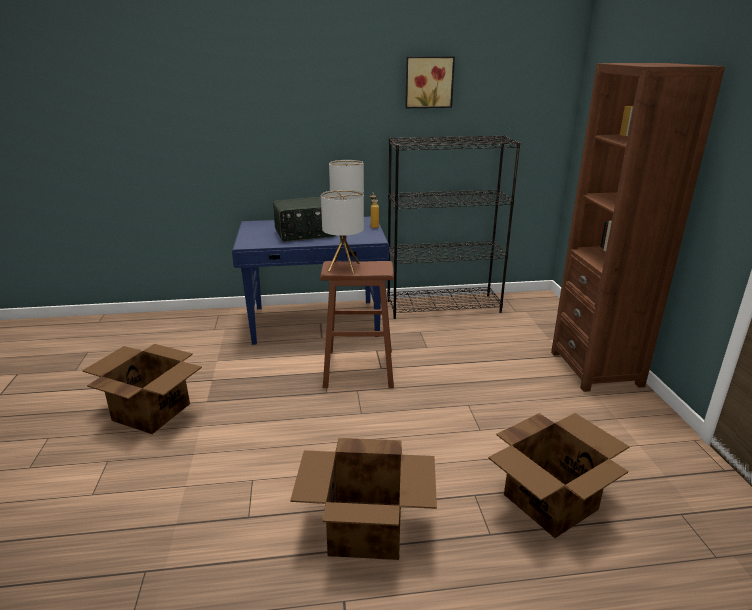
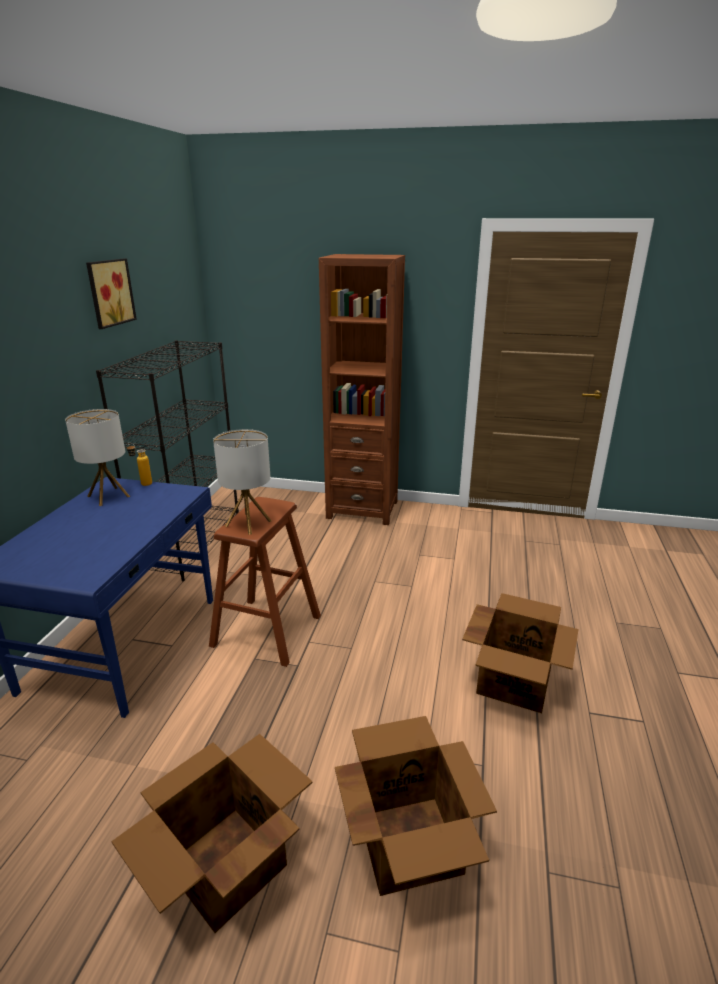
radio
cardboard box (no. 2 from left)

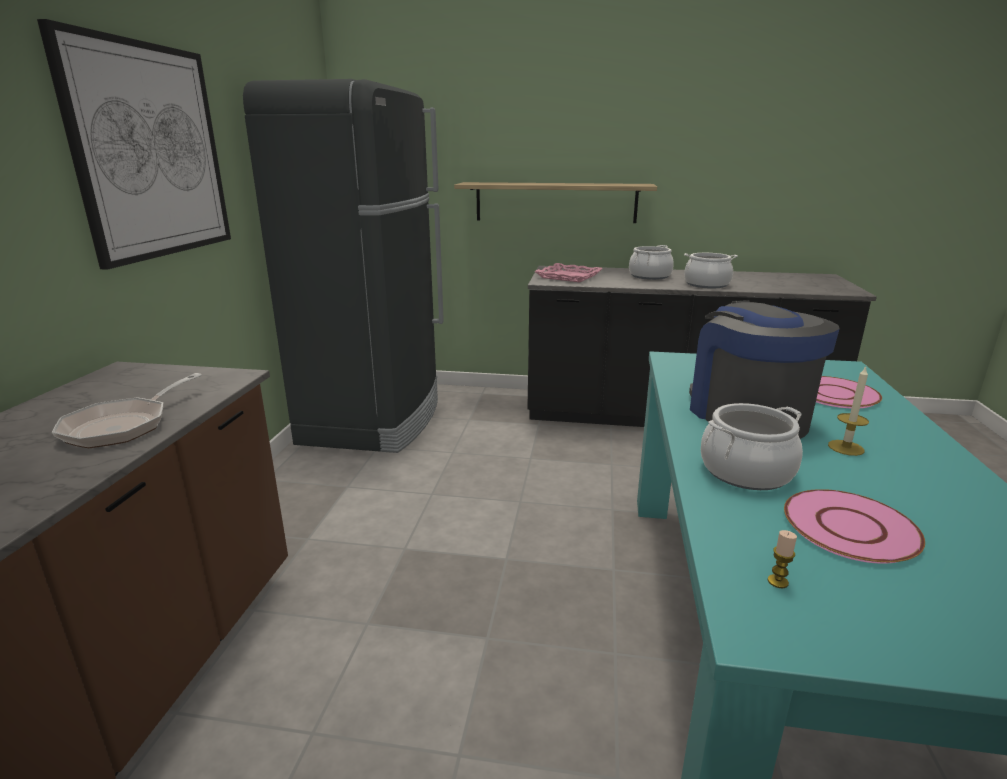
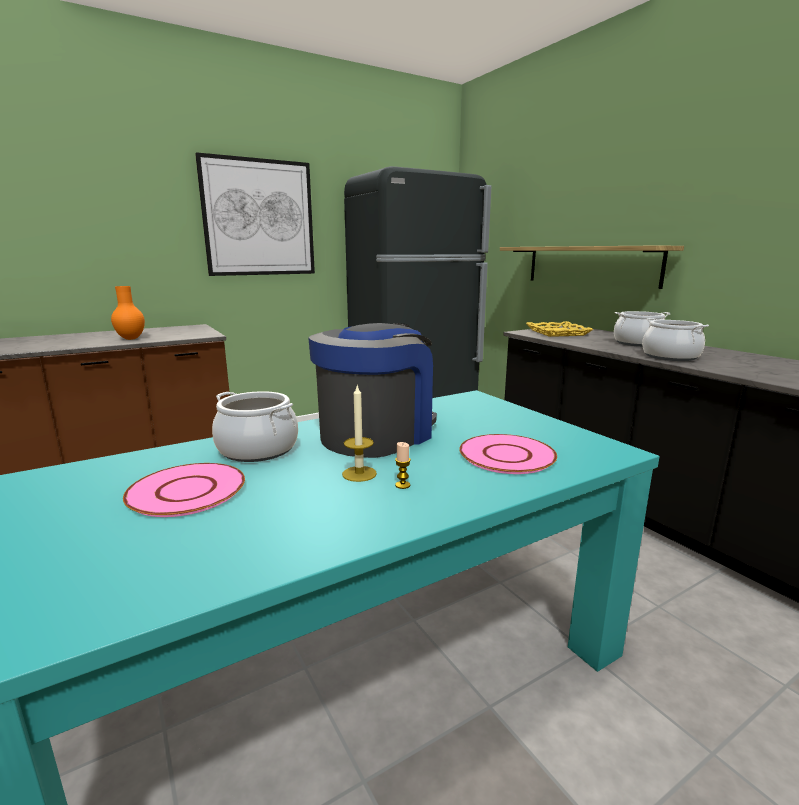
vase (orange)
tray (yellow)
candle (no. 2 from left)

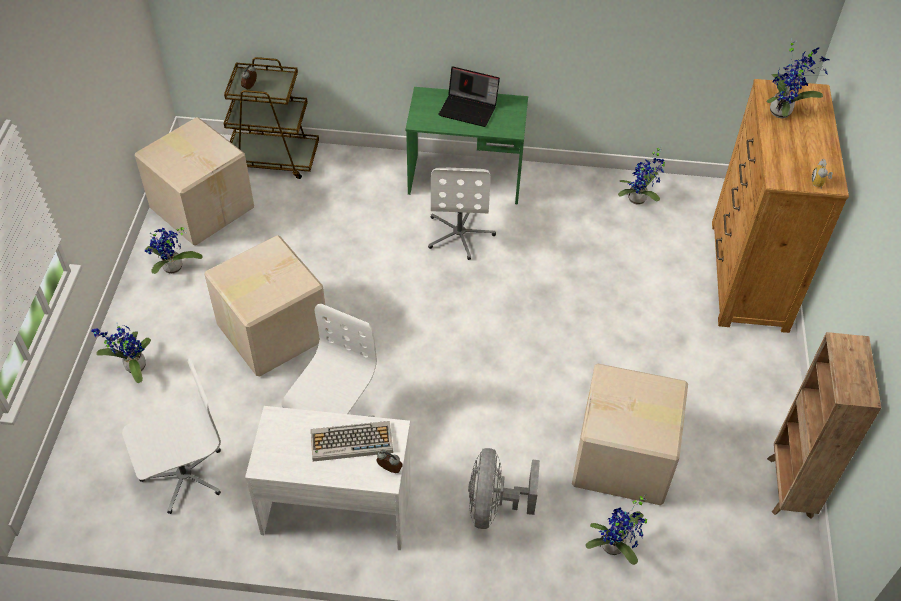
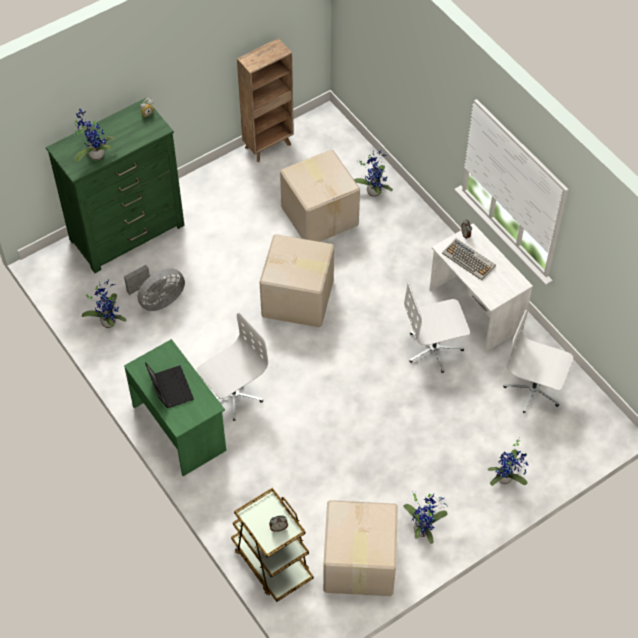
cardboard box (no. 1 from left)
fan (grey)
dresser (green)

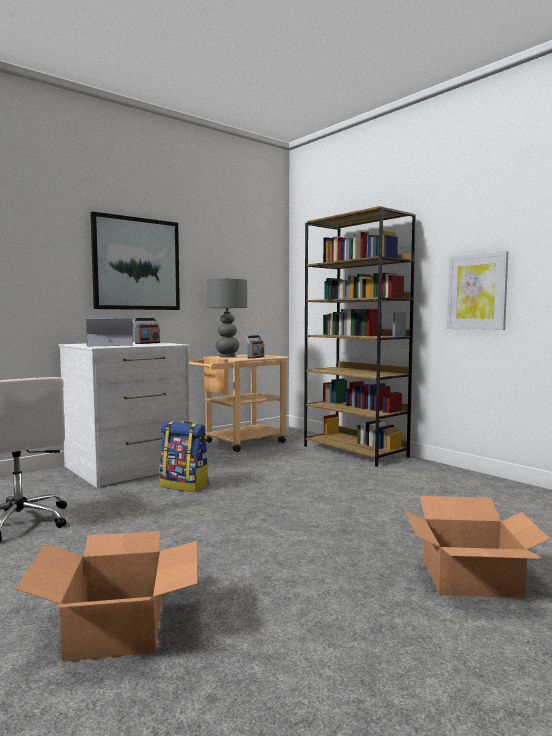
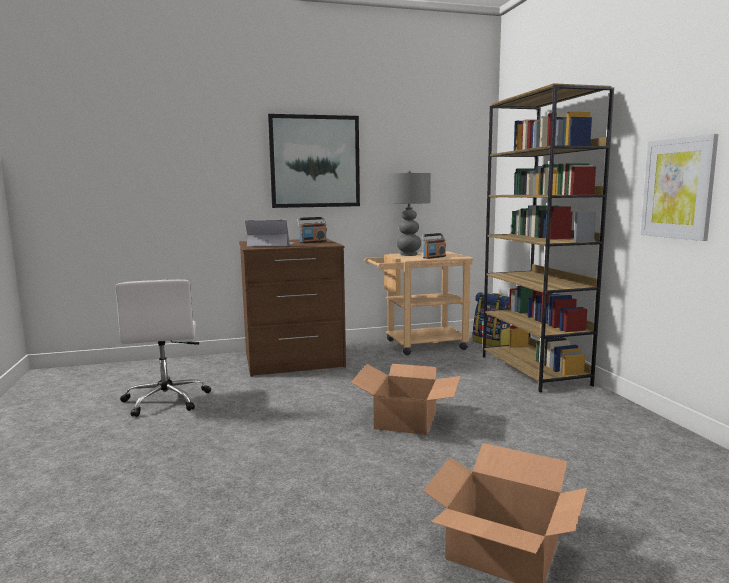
cardboard box (no. 1 from left)
dresser (brown)
backpack

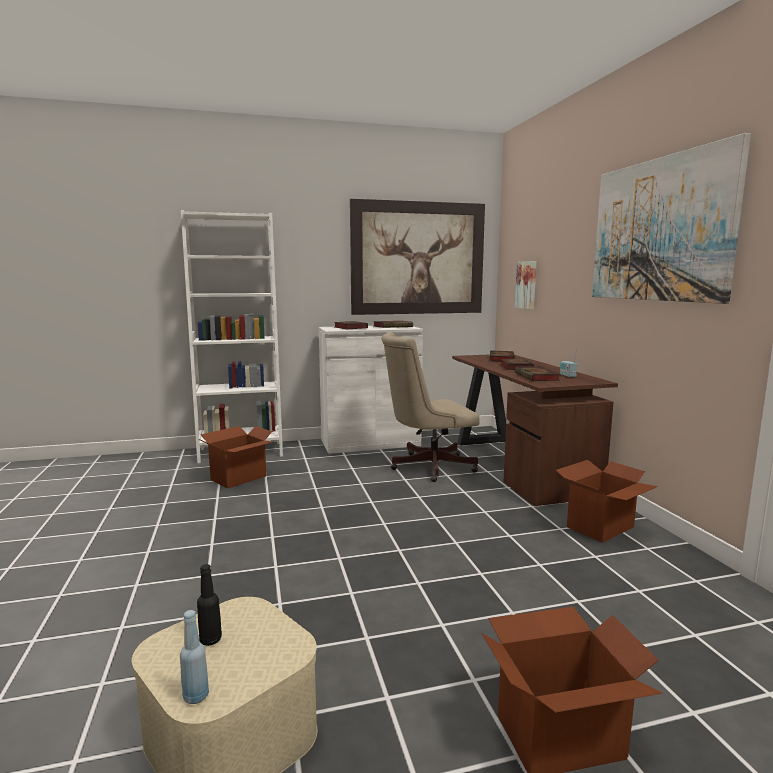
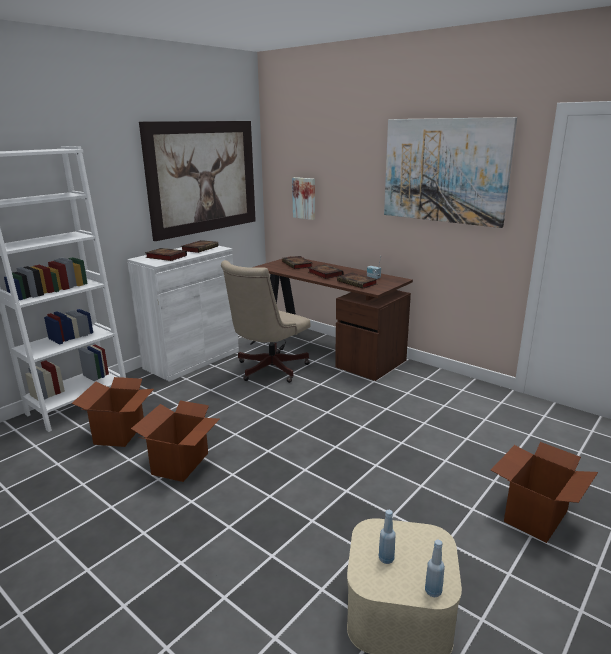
bottle (blue) (no. 1 from left)
cardboard box (no. 2 from left)

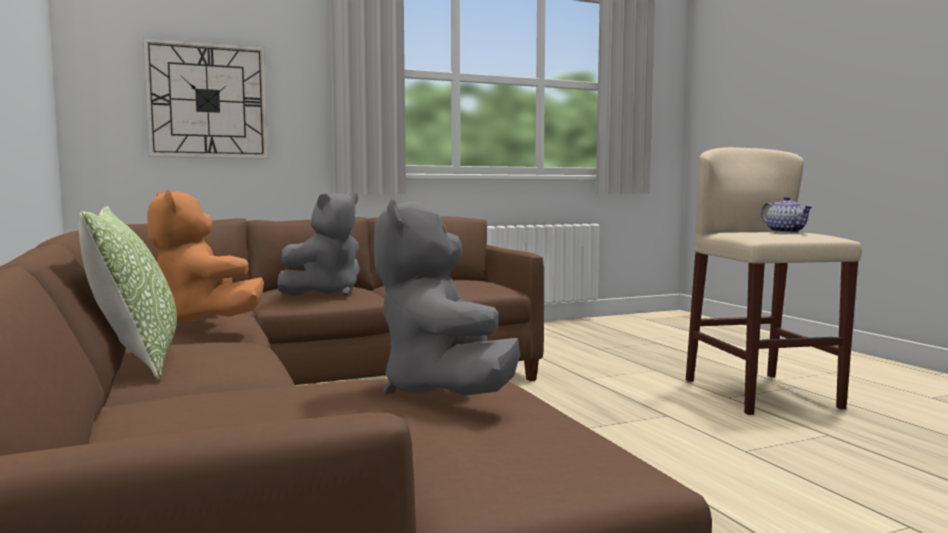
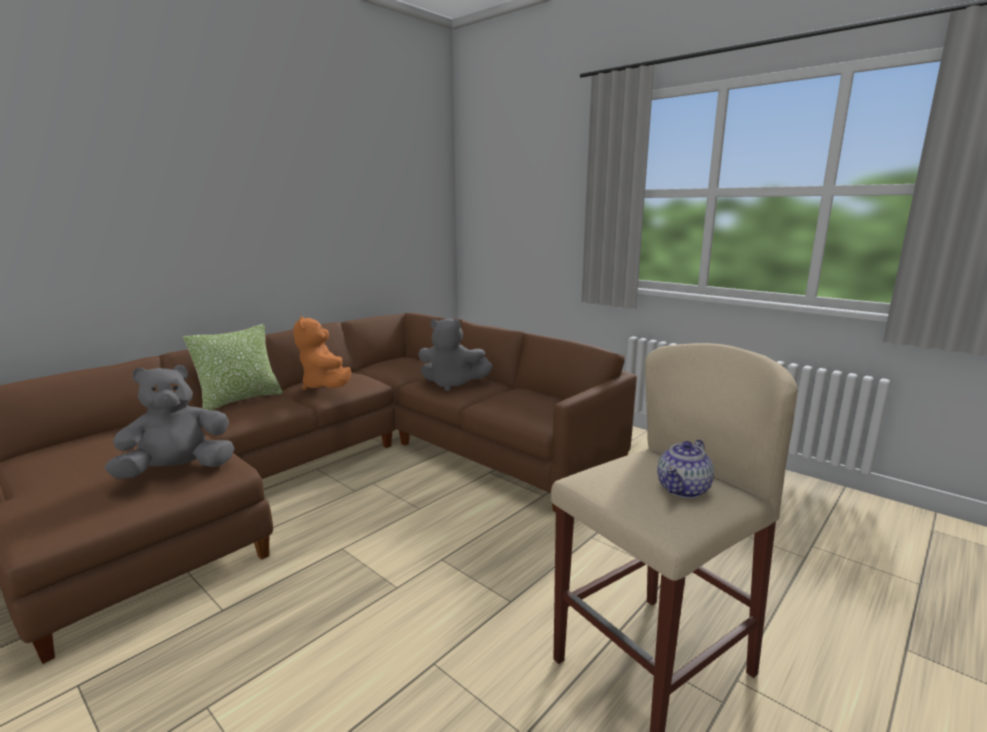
wall clock
plush toy (orange)

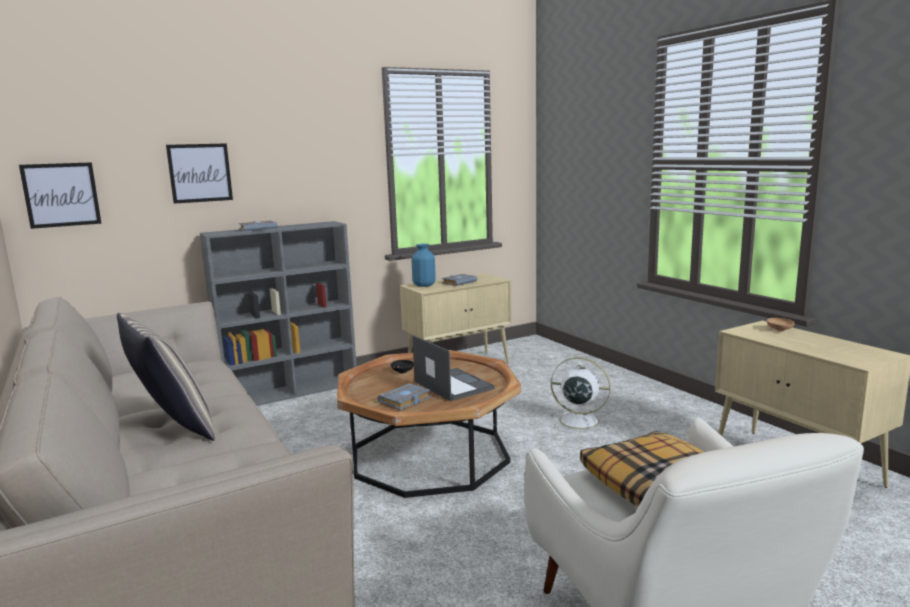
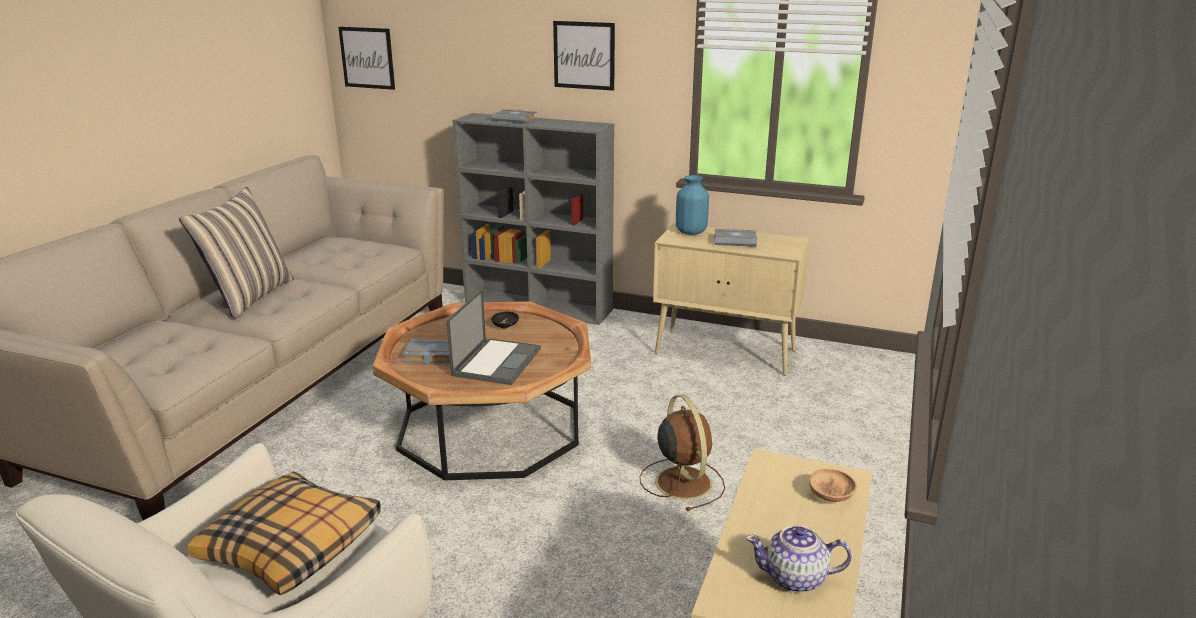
picture (no. 2 from left)
fan (brown)
teapot

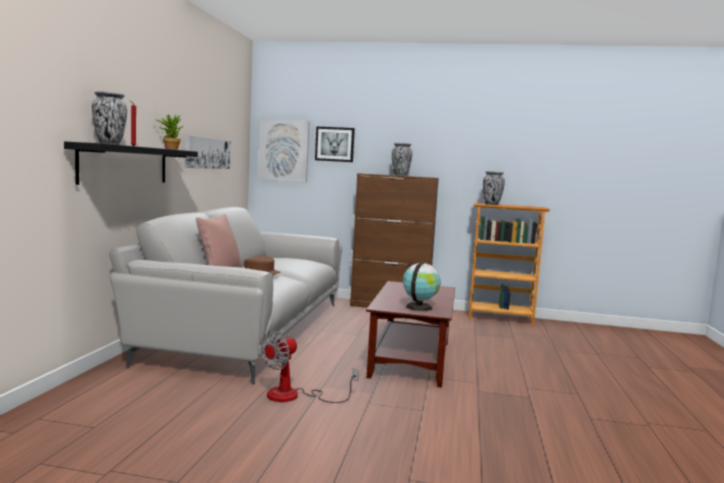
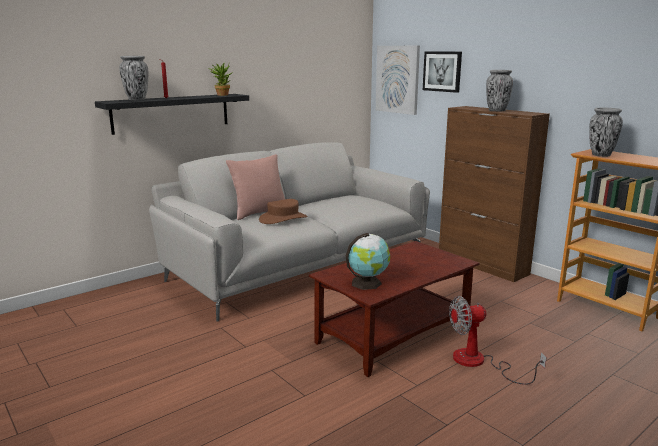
picture (no. 1 from left in the first image)
fan

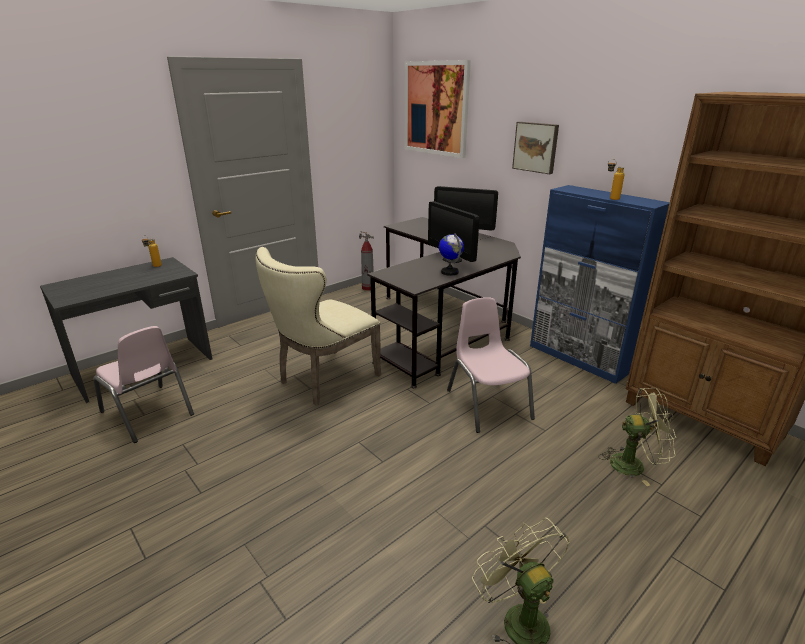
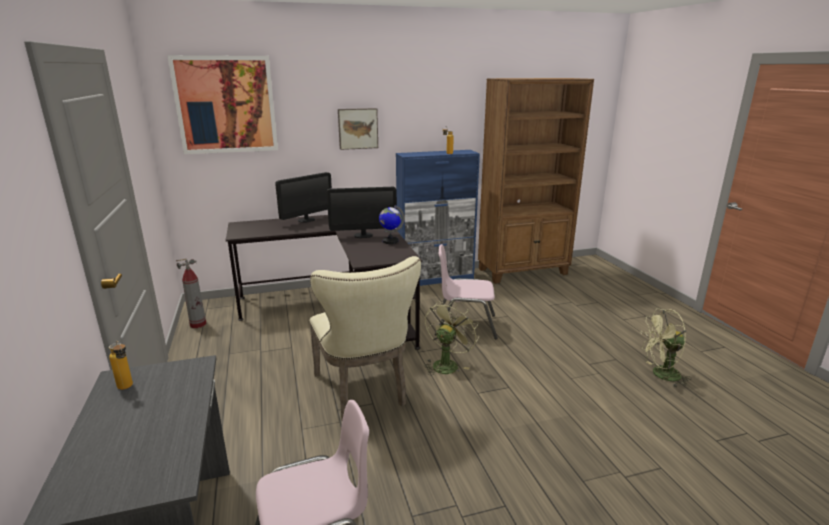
fan (green) (no. 1 from left)

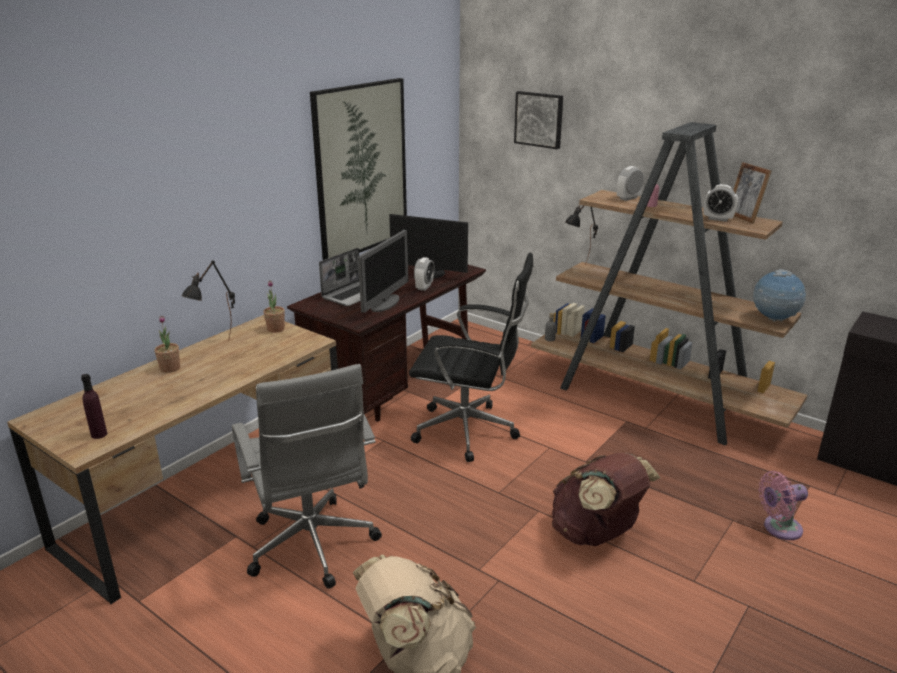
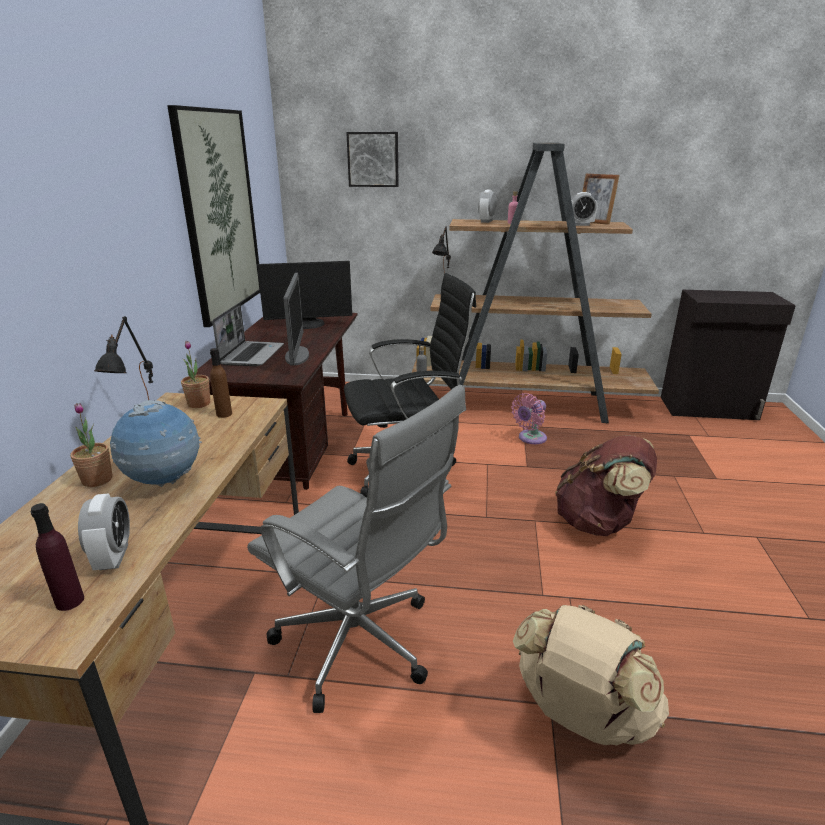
alarm clock (no. 1 from left)
globe
fan (pink)
bottle (brown)

